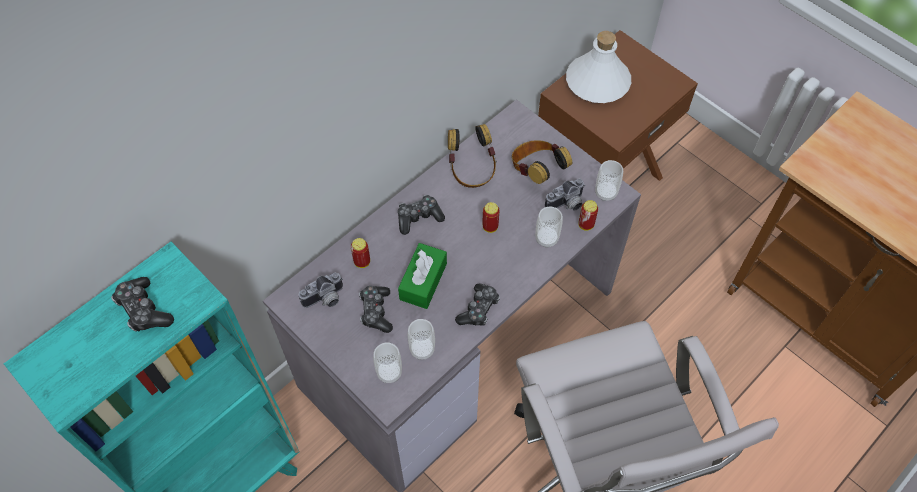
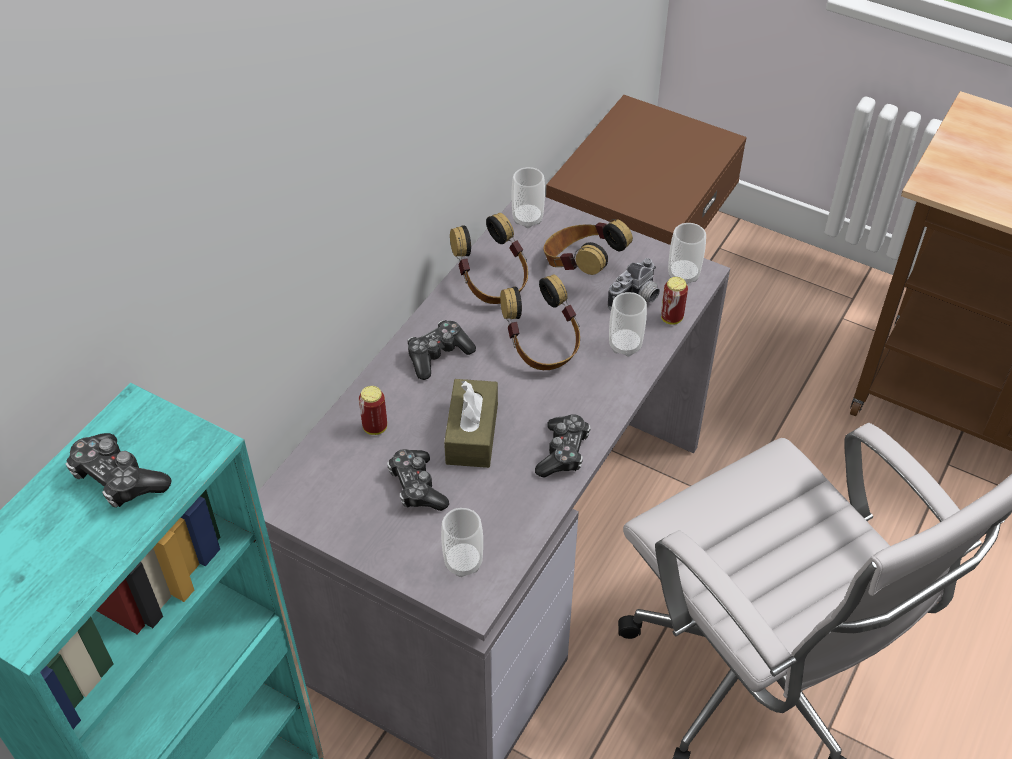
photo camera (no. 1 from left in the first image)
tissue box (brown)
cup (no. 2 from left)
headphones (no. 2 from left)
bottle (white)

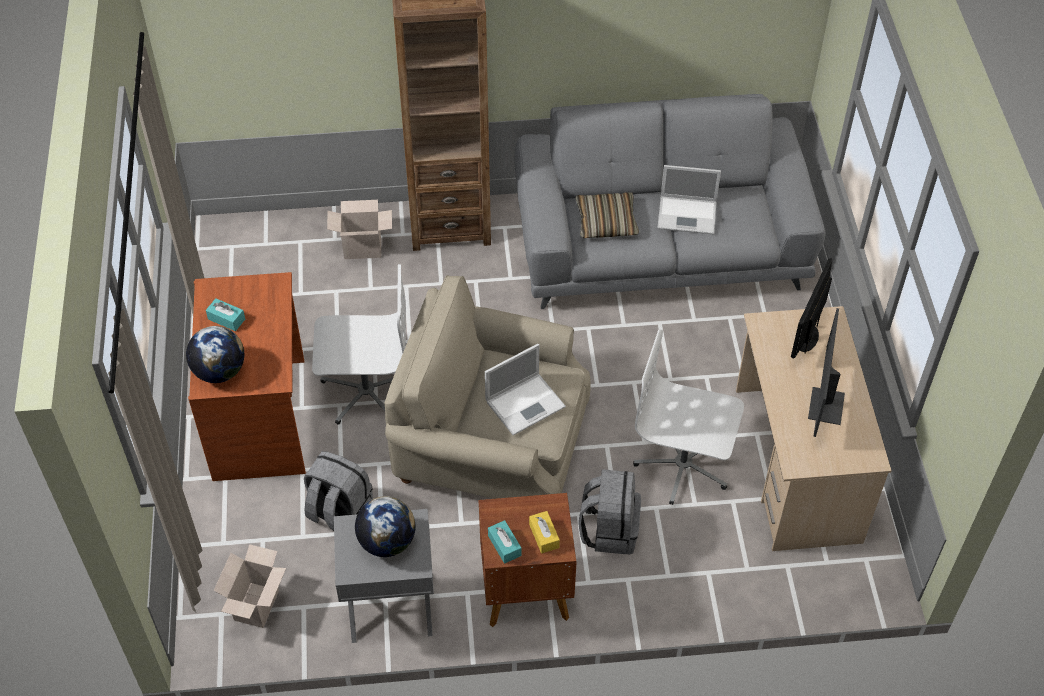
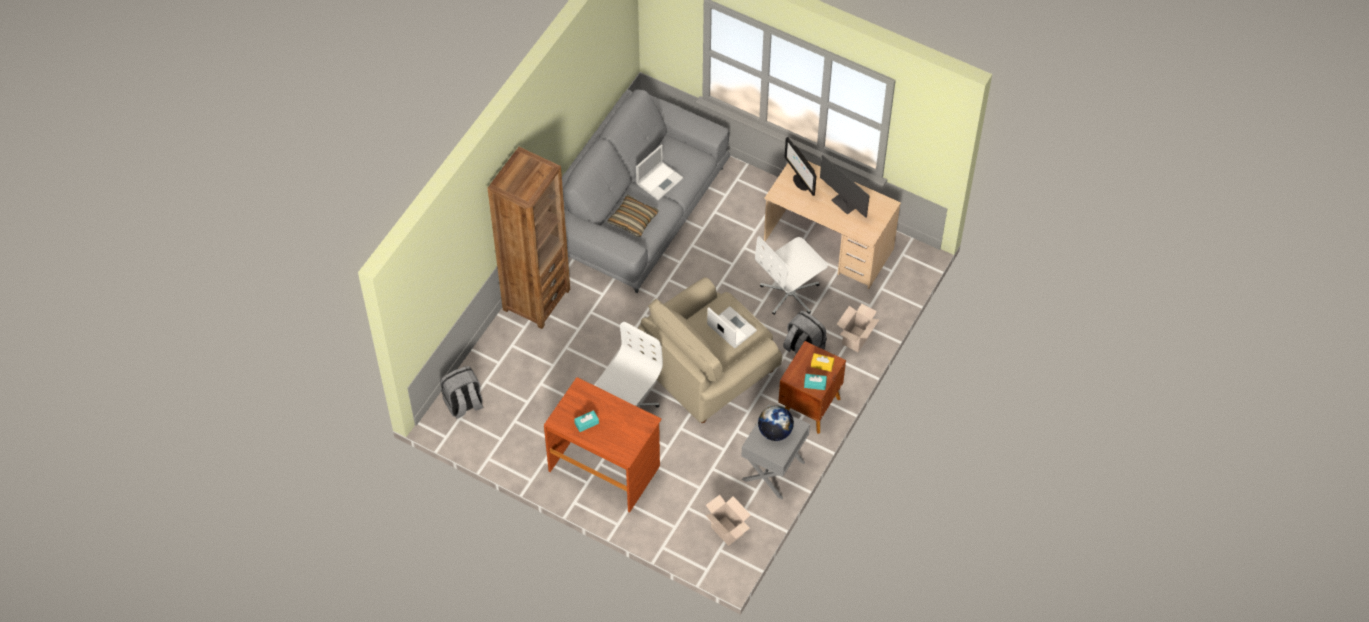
globe (no. 1 from left in the first image)
backpack (grey) (no. 1 from left)
cardboard box (no. 2 from left)
laptop (no. 2 from left)

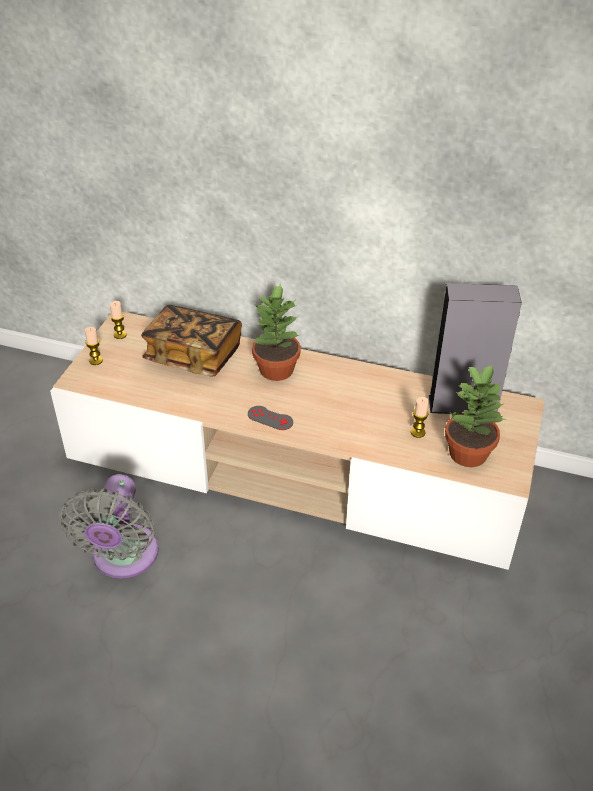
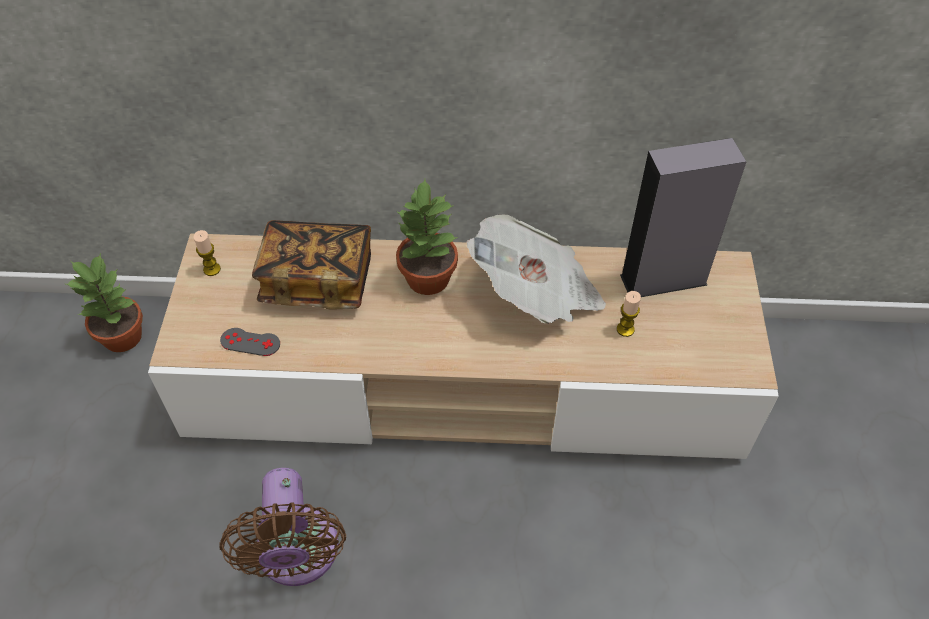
fan (brown)
candle (no. 1 from left in the first image)
game controller (grey)
potted plant (no. 1 from left)
newspaper

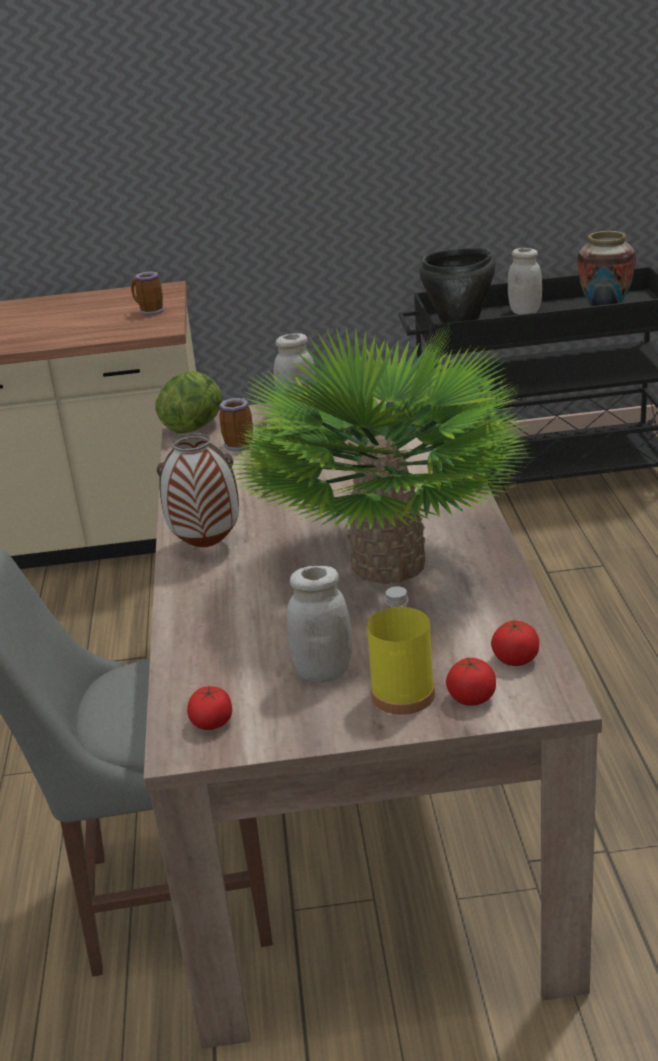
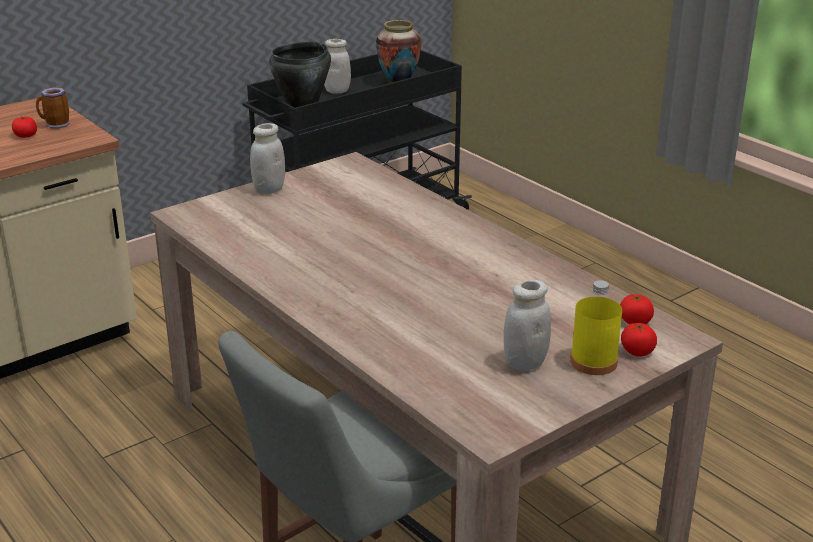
lettuce
vase (no. 1 from left in the first image)
tomato (no. 1 from left)
mug (no. 2 from left in the first image)
potted plant

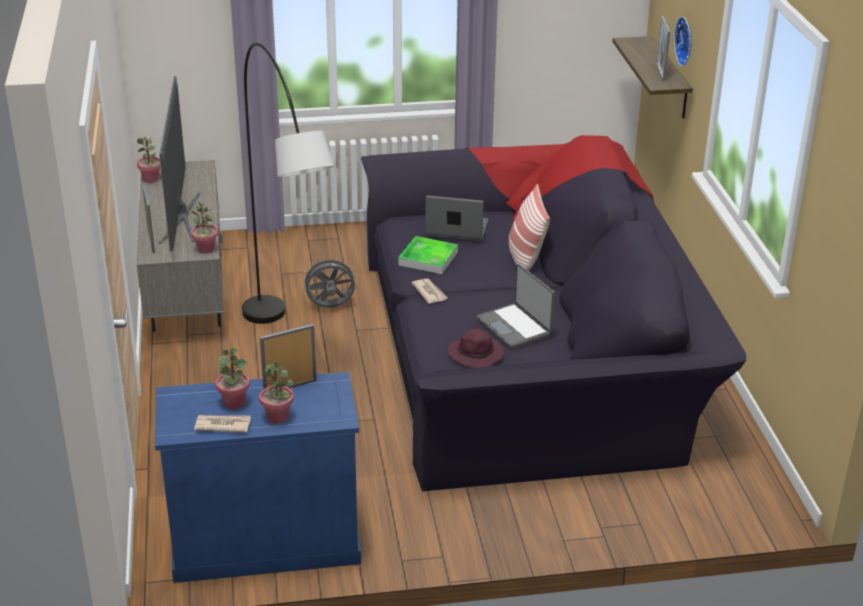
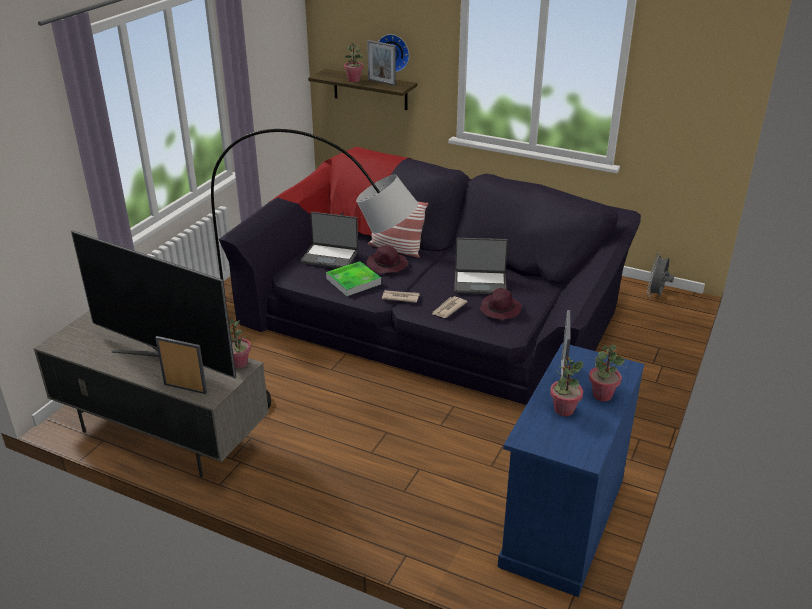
potted plant (no. 2 from left)
newspaper (no. 2 from left)
fan (grey)
laptop (no. 1 from left)
hat (purple) (no. 1 from left)

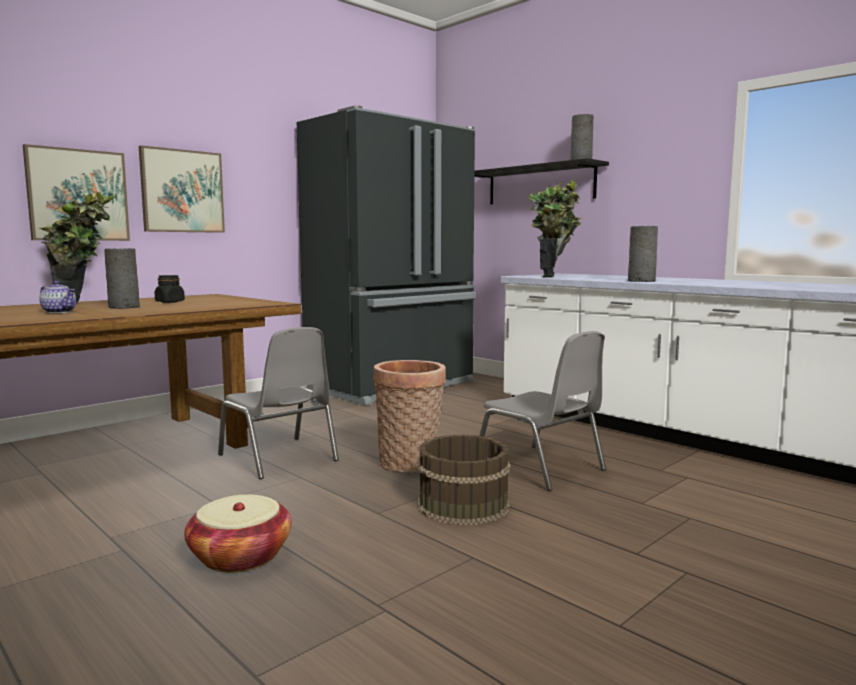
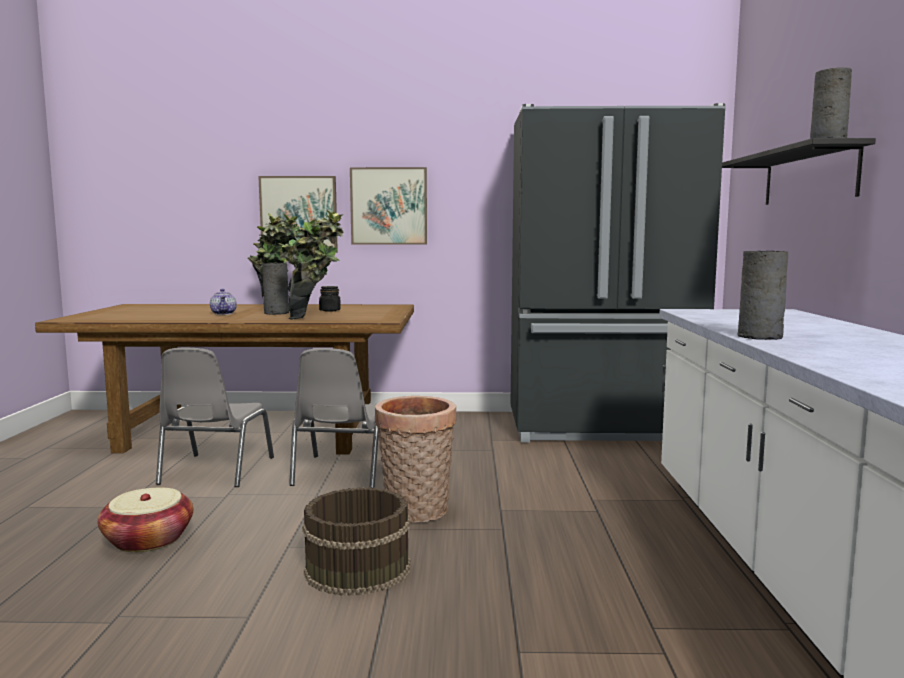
chair (grey) (no. 1 from left)
potted plant (no. 2 from left)

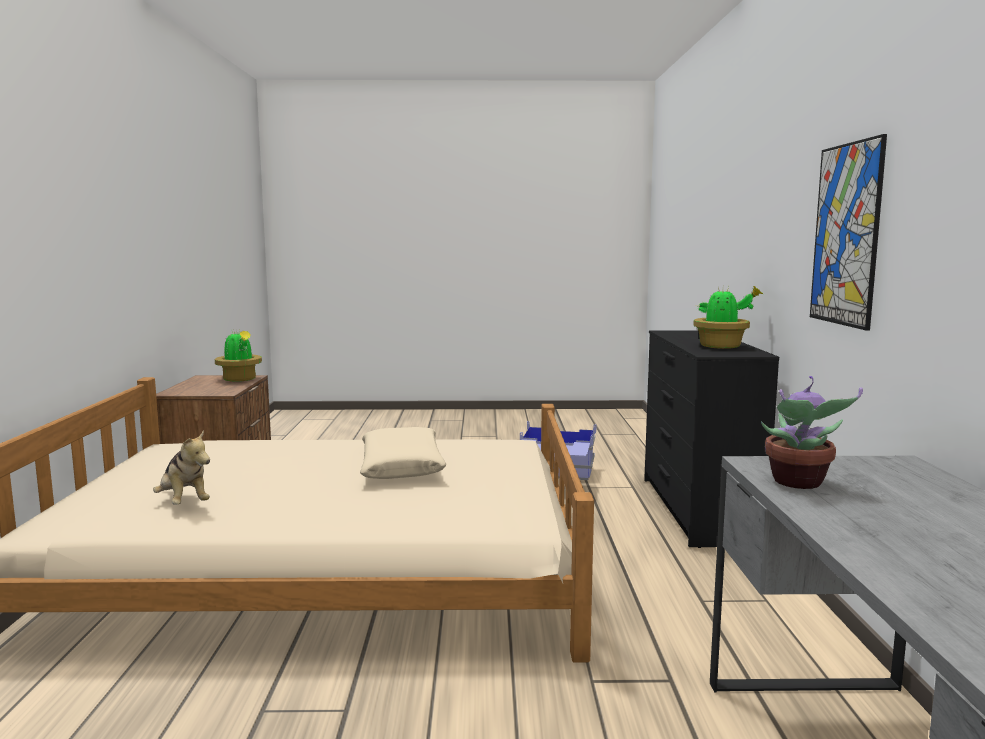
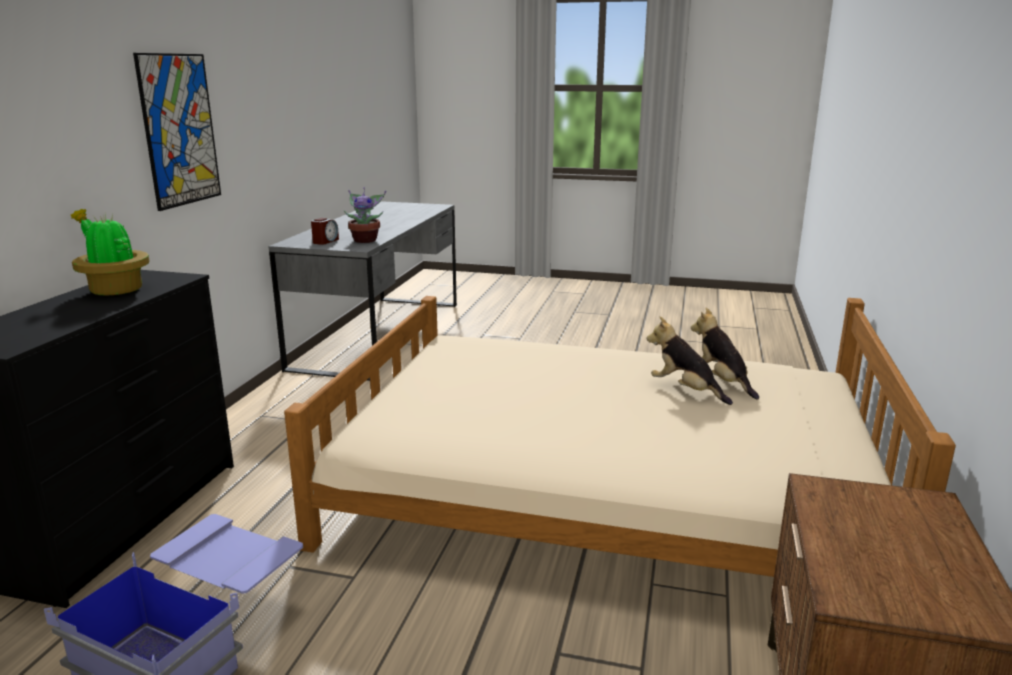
potted plant (no. 1 from left in the first image)
pillow (beige)
alarm clock
plush toy (no. 1 from left)

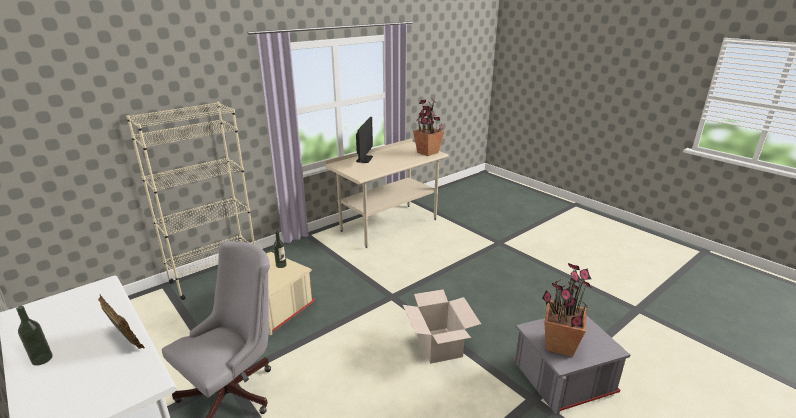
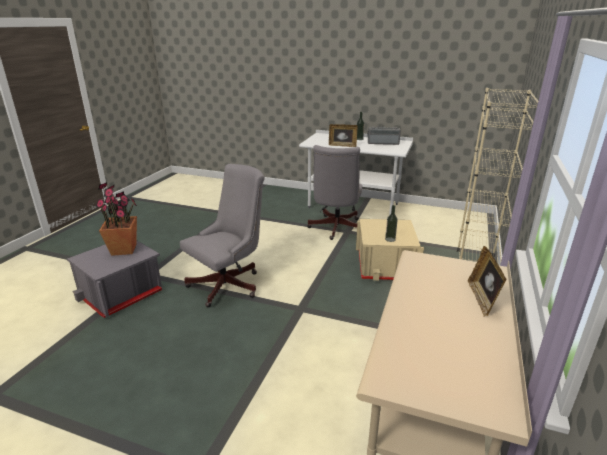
picture frame (no. 2 from left)
office chair (grey) (no. 1 from left)
potted plant (no. 1 from left in the first image)
radio

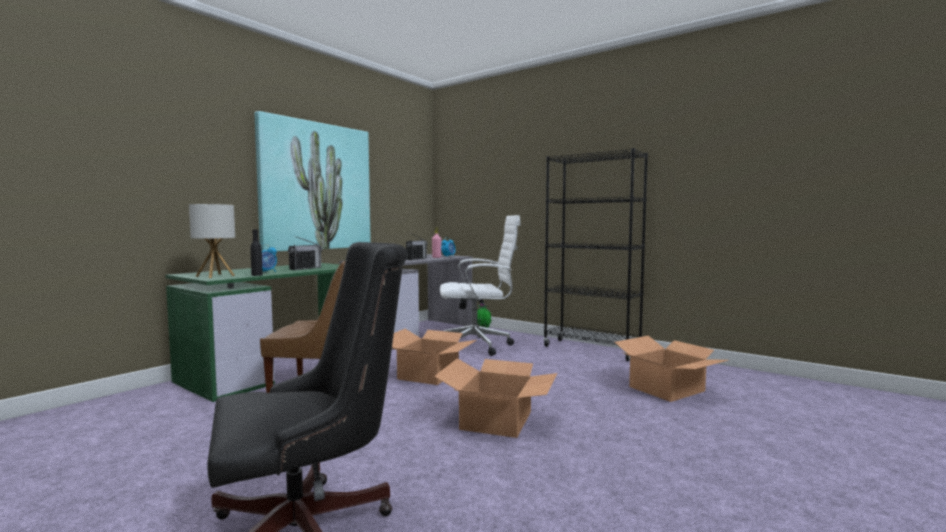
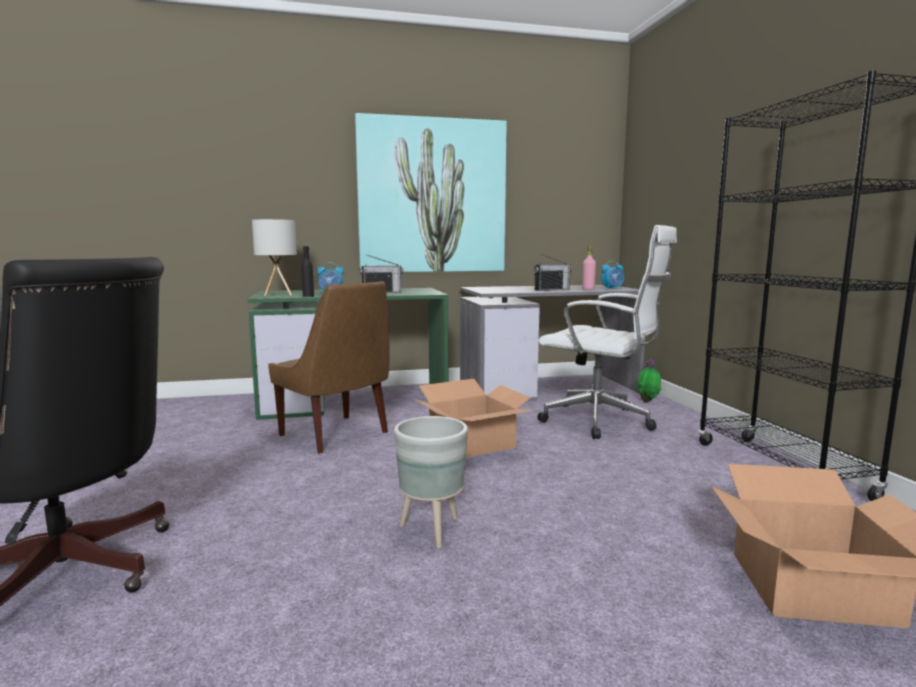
planter (grey)

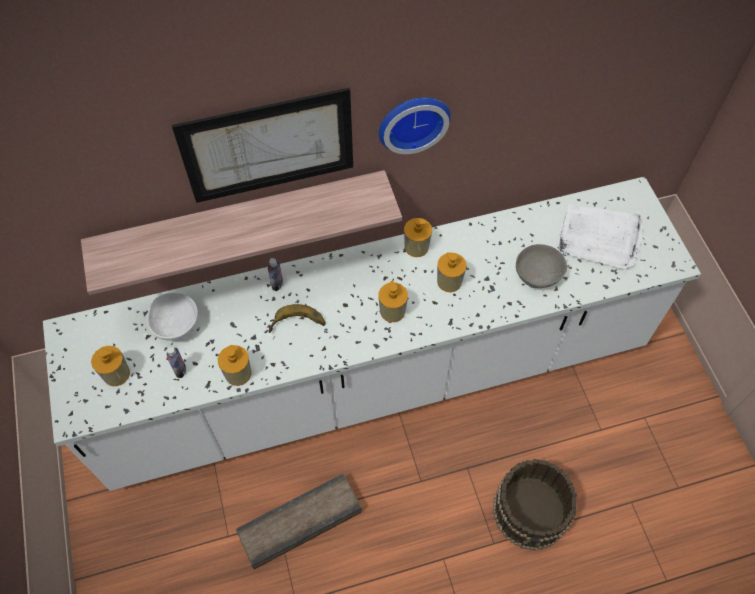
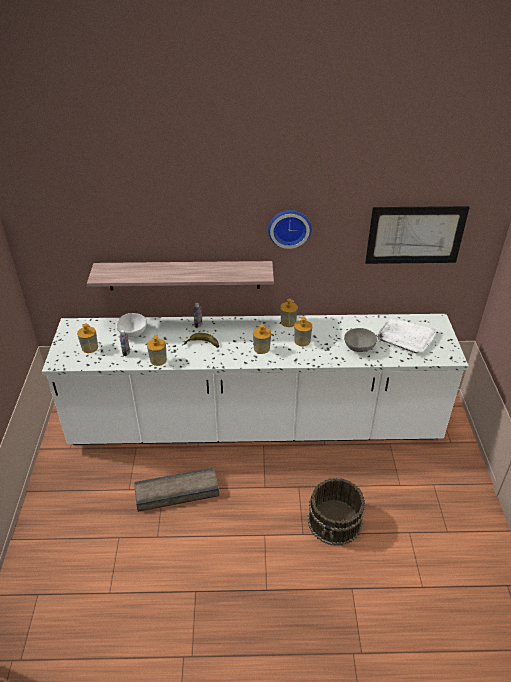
picture

